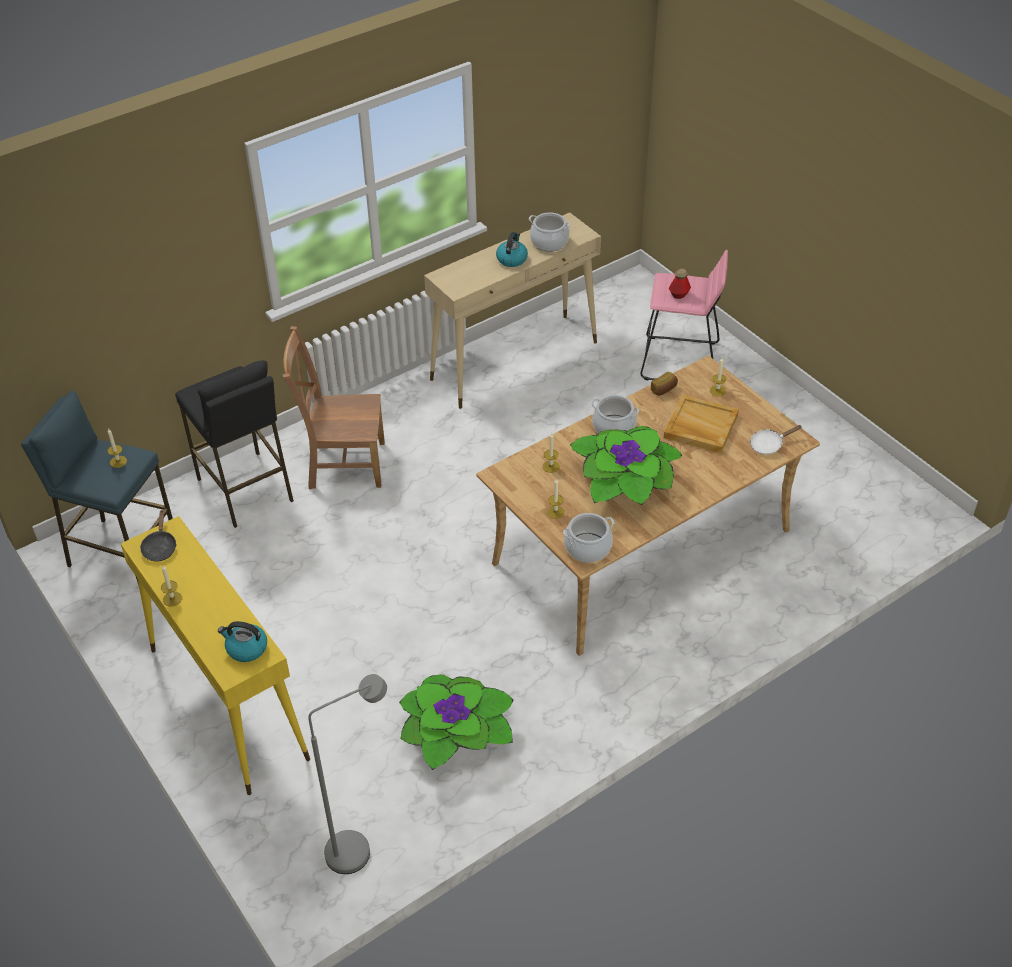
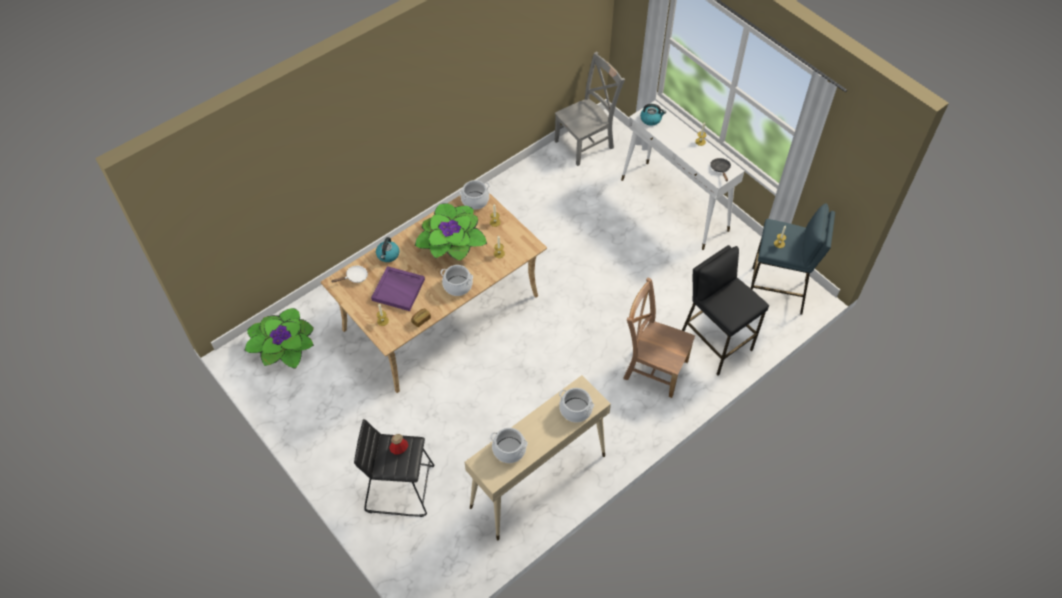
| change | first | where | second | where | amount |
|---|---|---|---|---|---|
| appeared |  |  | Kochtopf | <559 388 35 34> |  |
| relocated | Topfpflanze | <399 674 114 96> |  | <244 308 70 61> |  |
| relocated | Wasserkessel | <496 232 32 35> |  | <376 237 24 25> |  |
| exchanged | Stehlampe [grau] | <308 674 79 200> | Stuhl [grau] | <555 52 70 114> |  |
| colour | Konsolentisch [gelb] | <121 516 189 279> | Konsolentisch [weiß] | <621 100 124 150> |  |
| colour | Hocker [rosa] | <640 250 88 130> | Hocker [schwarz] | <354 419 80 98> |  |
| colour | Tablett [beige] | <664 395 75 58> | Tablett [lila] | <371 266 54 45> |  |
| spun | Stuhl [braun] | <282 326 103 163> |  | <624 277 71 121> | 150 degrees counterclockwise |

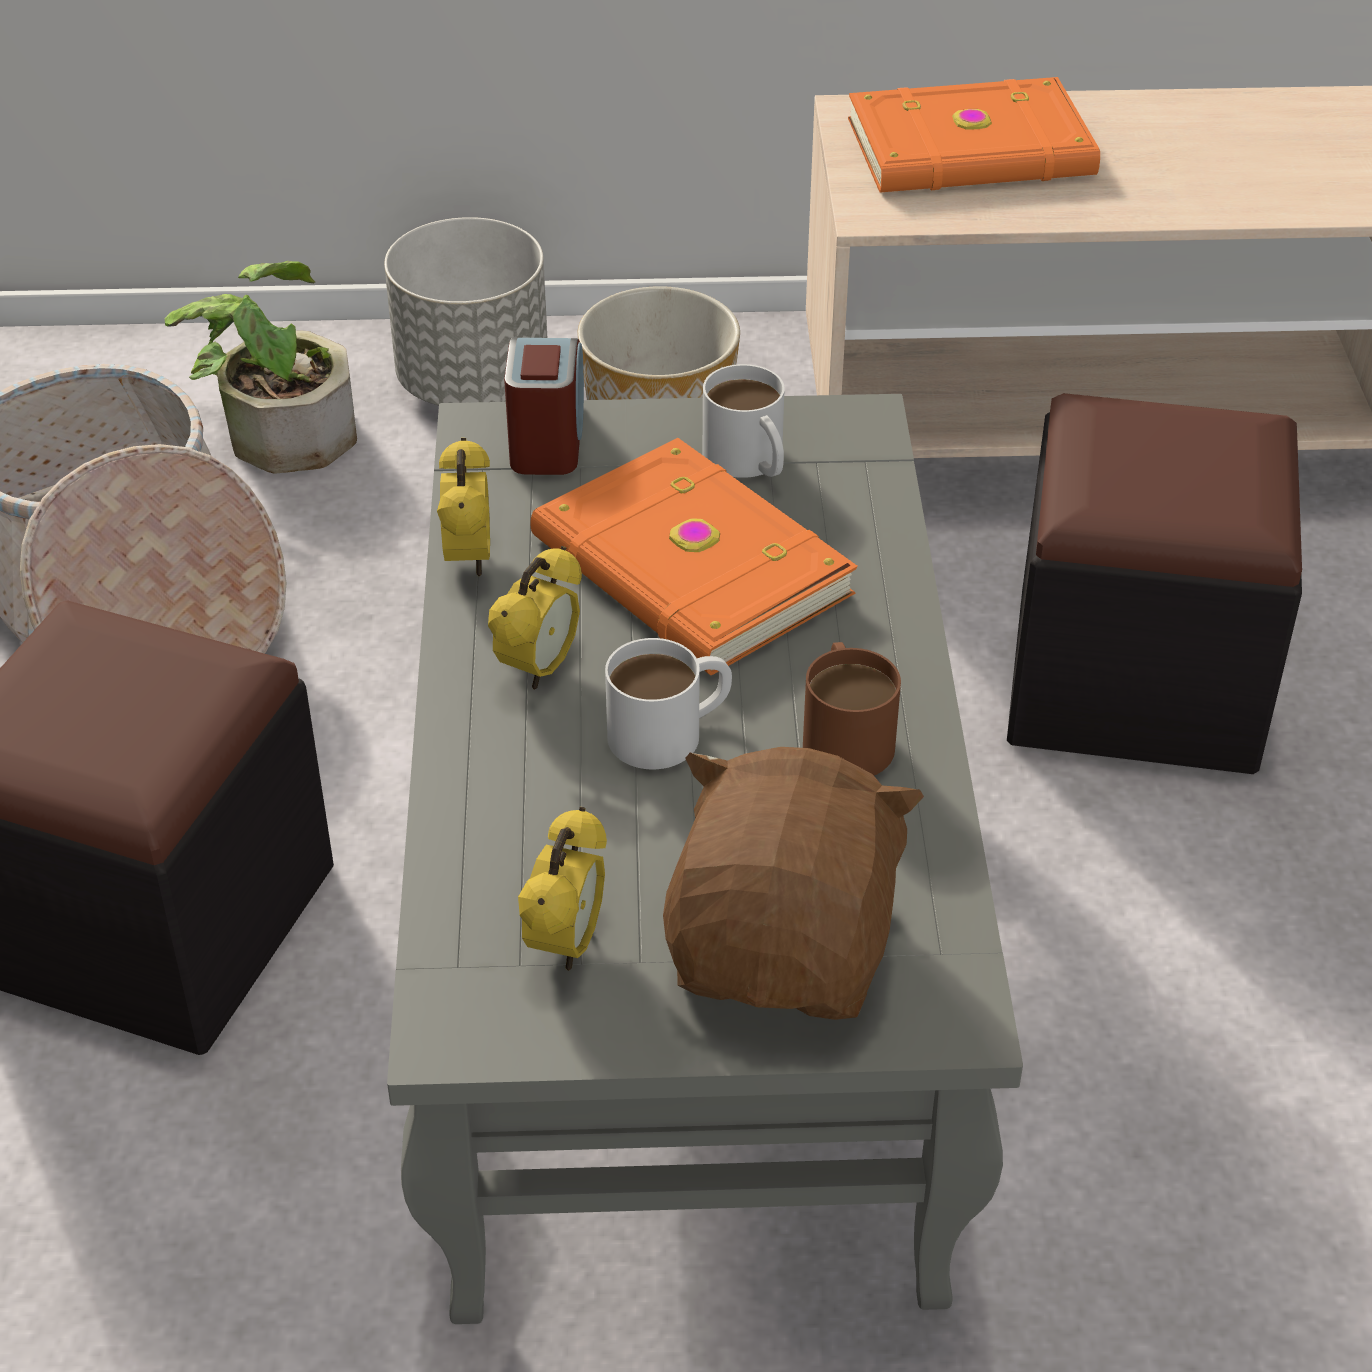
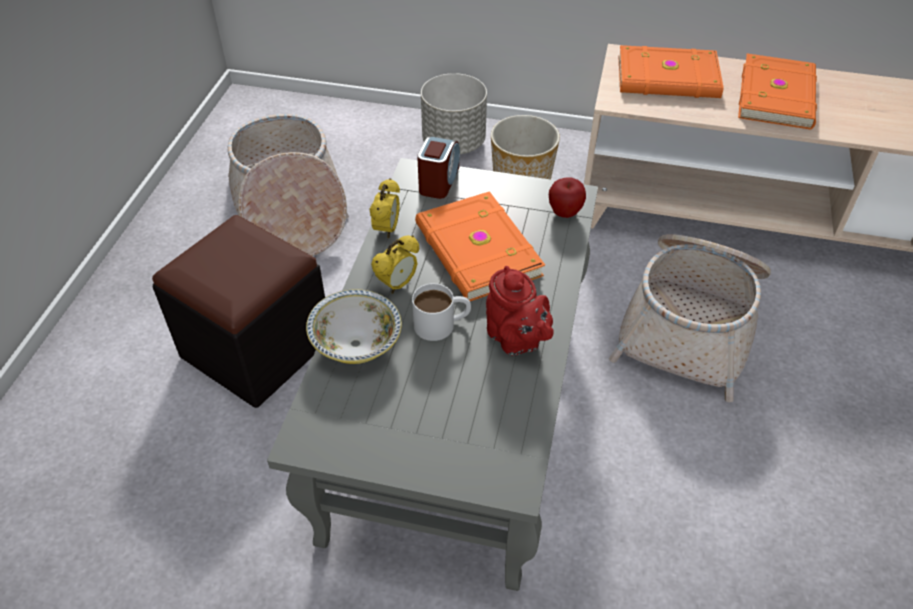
| change | first | where | second | where | amount |
|---|---|---|---|---|---|
| missing | Topfpflanze | <165 261 192 213> |  |  |  |
| missing | Wecker | <518 807 89 164> |  |  |  |
| missing | Plüschtier [braun] | <663 747 261 273> |  |  |  |
| missing | Henkelbecher [weiß] | <703 364 82 114> |  |  |  |
| appeared |  |  | Schüssel | <306 289 96 75> |  |
| appeared |  |  | Apfel | <549 177 37 41> |  |
| appeared |  |  | Buch [orange] | <738 53 79 76> |  |
| exchanged | Henkelbecher [braun] | <803 642 98 133> | Teekanne [rot] | <486 266 67 90> |  |
| exchanged | Polsterhocker [schwarz] | <1007 393 295 381> | Korb | <609 234 162 168> |  |

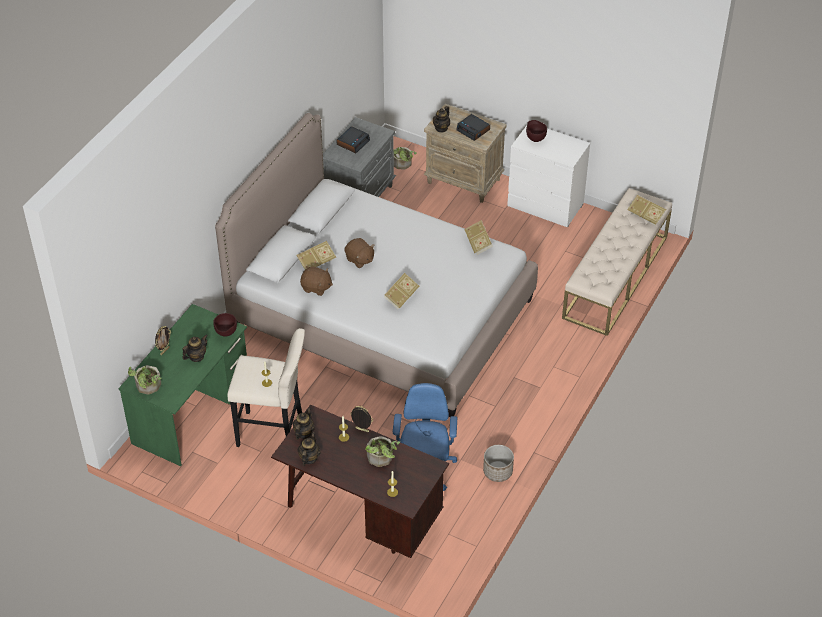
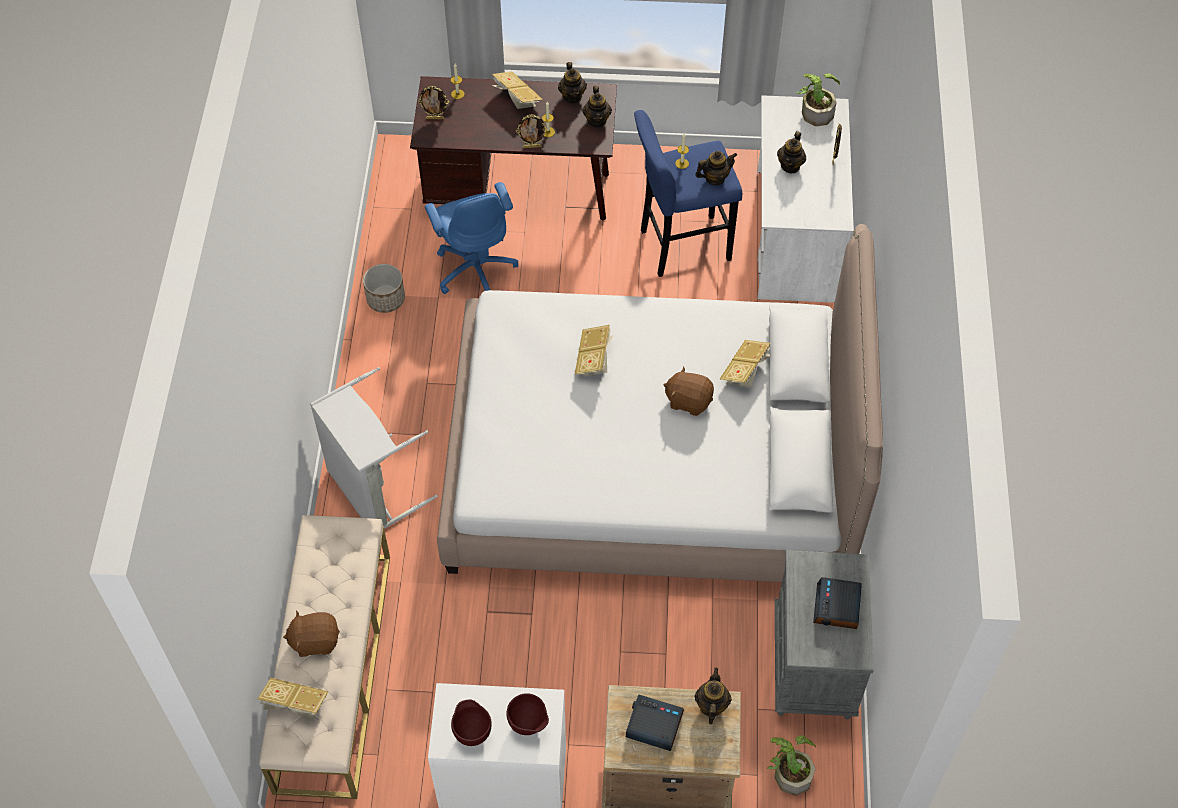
| change | first | where | second | where | amount |
|---|---|---|---|---|---|
| missing | Topfpflanze | <365 436 35 31> |  |  |  |
| appeared |  |  | Wäschekorb [grau] | <310 367 128 162> |  |
| appeared |  |  | Bilderrahmen | <418 86 31 34> |  |
| appeared |  |  | Teekanne | <695 151 42 35> |  |
| relocated | Schüssel [braun] | <213 313 24 24> |  | <451 699 41 47> |  |
| relocated | Plüschtier [braun] | <300 266 33 30> |  | <283 611 57 46> |  |
| relocated | Buch | <464 220 29 35> |  | <492 71 51 38> |  |
| colour | Schreibtisch [grün] | <118 304 129 162> | Schreibtisch [weiß] | <758 95 96 208> |  |
| colour | Hocker [beige] | <227 328 78 119> | Hocker [blau] | <634 110 108 167> |  |

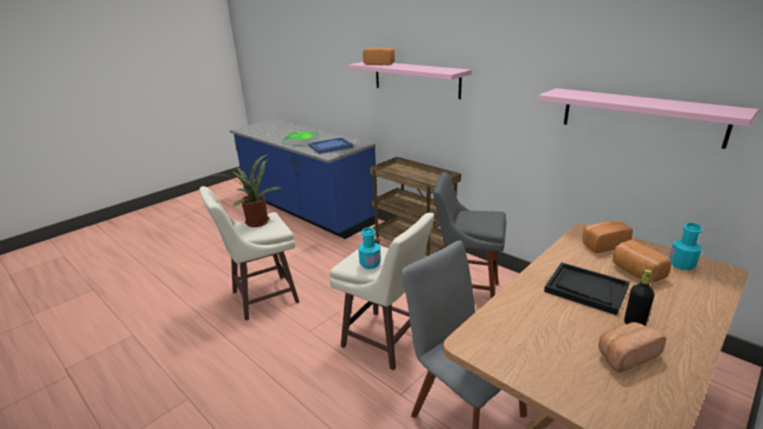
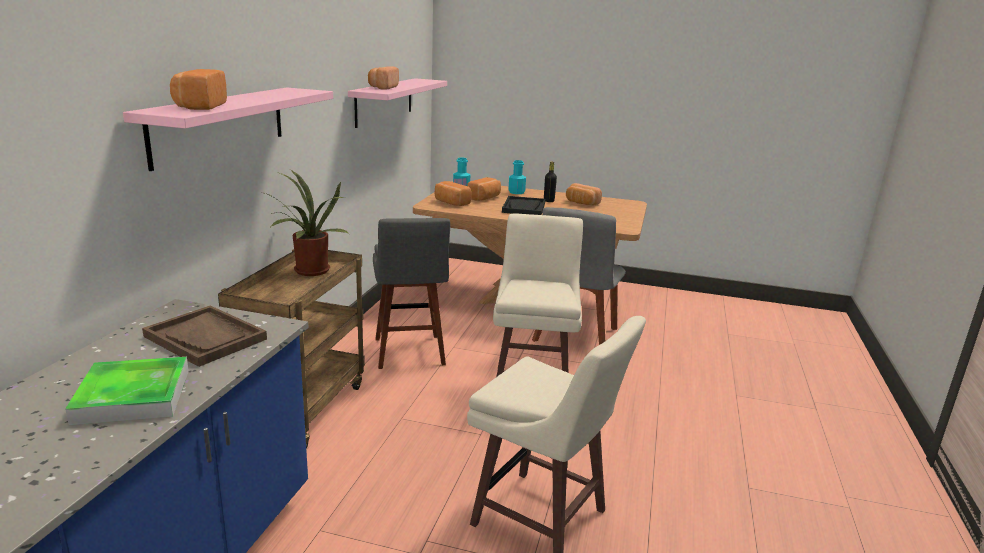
| change | first | where | second | where | amount |
|---|---|---|---|---|---|
| appeared |  |  | Brot | <368 66 31 24> |  |
| relocated | Topfpflanze | <213 154 67 73> |  | <260 170 89 106> |  |
| relocated | Flasche [türkis] | <358 227 23 42> |  | <508 160 18 34> |  |
| colour | Tablett [blau] | <309 137 44 17> | Tablett [braun] | <142 305 125 62> |  |

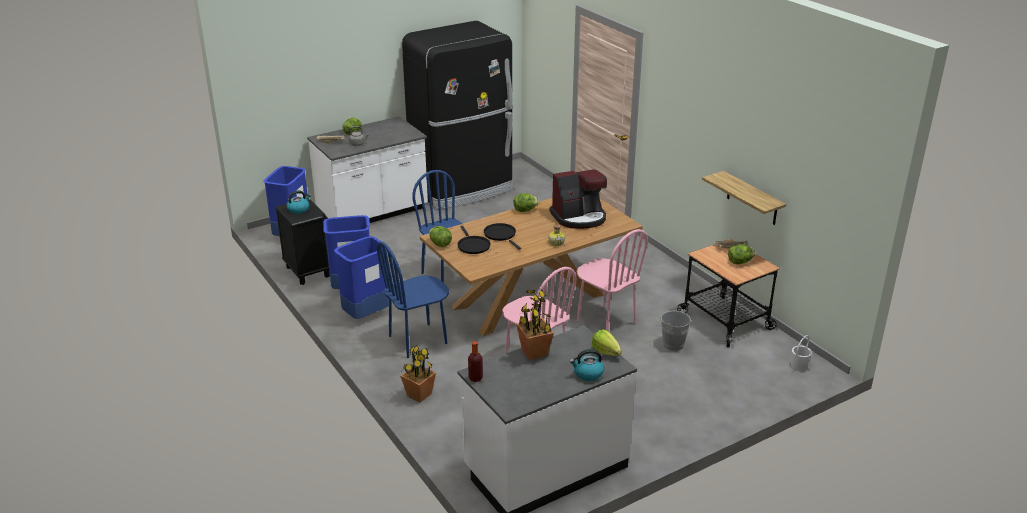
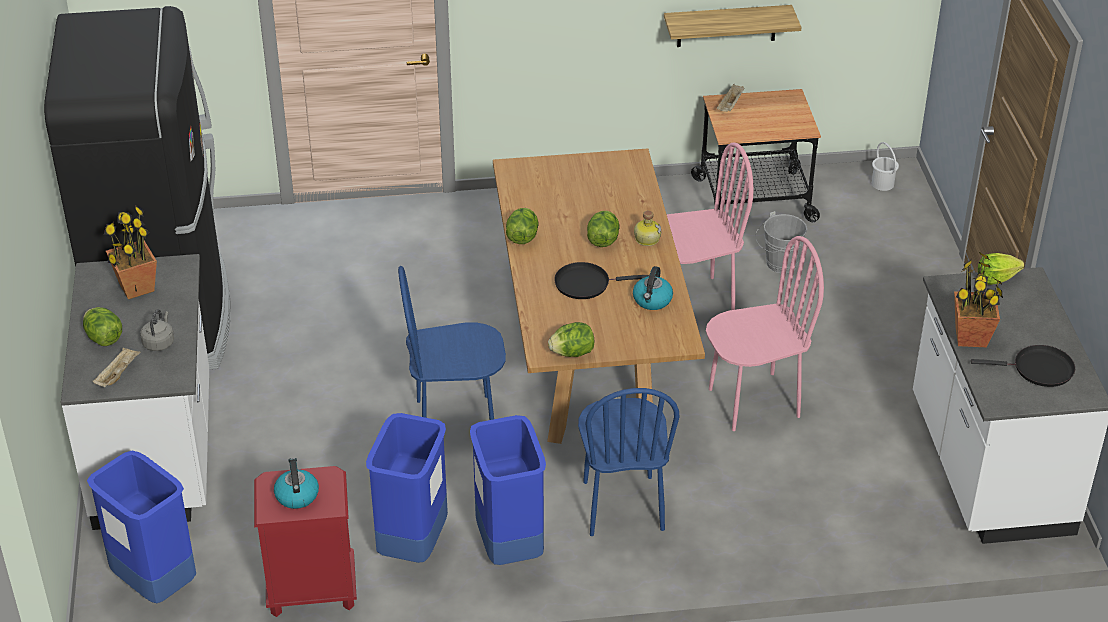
| change | first | where | second | where | amount |
|---|---|---|---|---|---|
| missing | Flasche | <468 341 15 41> |  |  |  |
| missing | Kaffeemaschine | <549 169 58 60> |  |  |  |
| relocated | Topfpflanze | <400 345 36 57> |  | <104 206 53 93> |  |
| relocated | Pfanne [schwarz] | <457 226 34 28> |  | <971 345 104 42> |  |
| relocated | Wasserkessel | <570 349 34 32> |  | <633 266 40 44> |  |
| relocated | Salatkopf | <728 244 27 20> |  | <587 211 33 36> |  |
| colour | Nachttisch [schwarz] | <275 199 55 86> | Nachttisch [rot] | <254 466 103 151> |  |

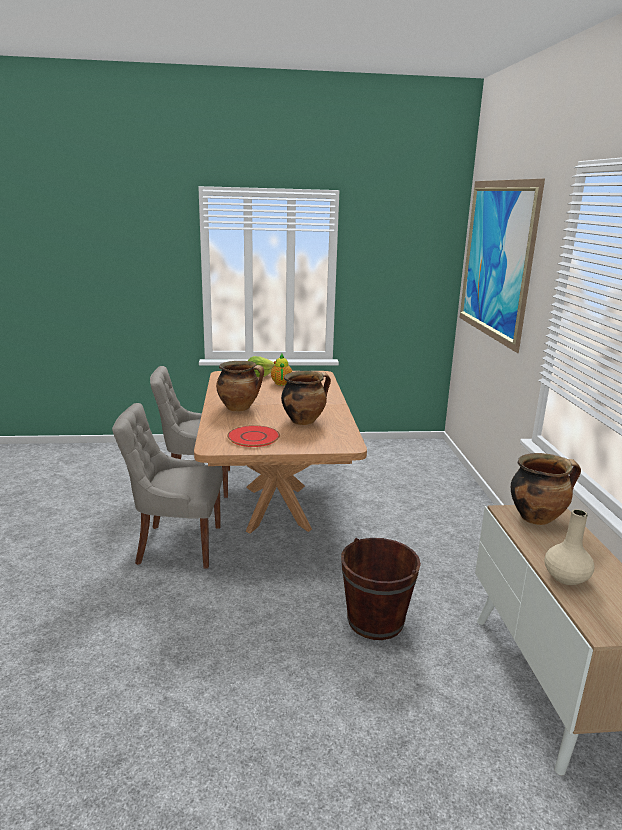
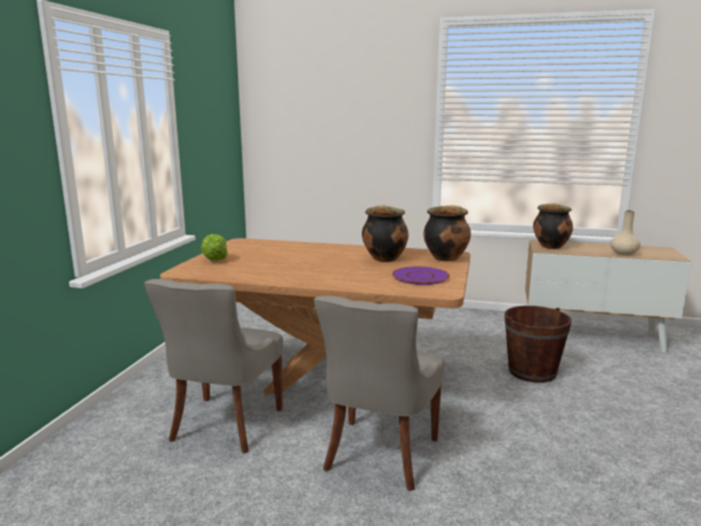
| change | first | where | second | where | amount |
|---|---|---|---|---|---|
| missing | Teekanne | <271 354 21 32> |  |  |  |
| missing | Bild | <460 178 85 175> |  |  |  |
| relocated | Kochtopf | <216 361 48 51> |  | <423 205 48 56> |  |
| colour | Teller [rot] | <227 425 53 22> | Teller [lila] | <392 266 58 19> |  |

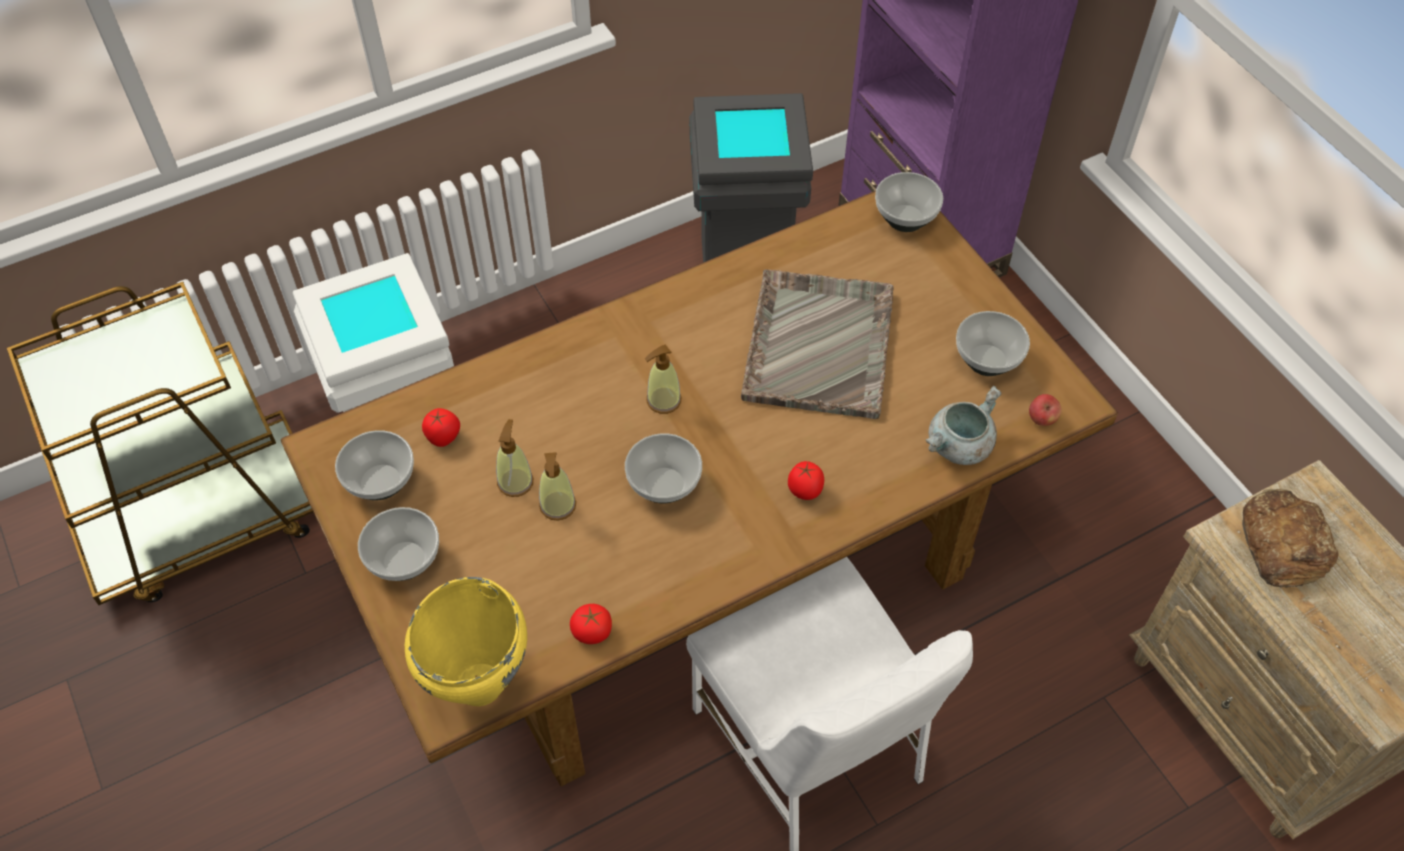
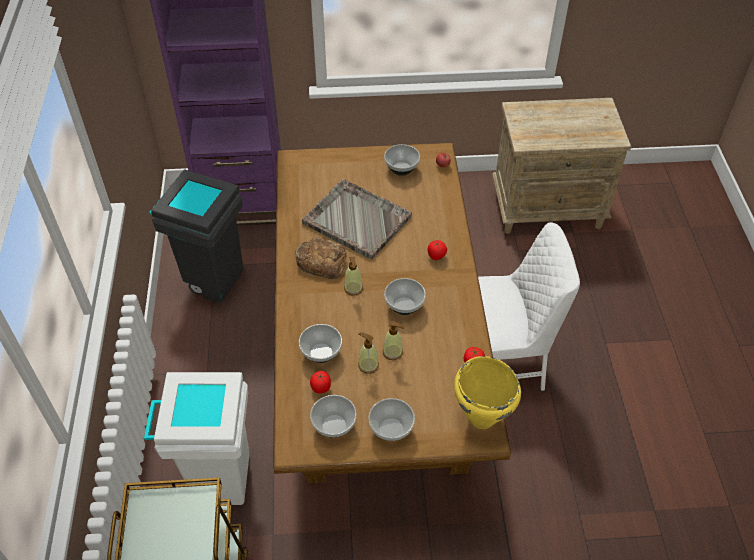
| change | first | where | second | where | amount |
|---|---|---|---|---|---|
| missing | Kochtopf [grau] | <925 386 76 79> |  |  |  |
| relocated | Schüssel | <875 172 68 60> |  | <299 324 43 39> |  |
| relocated | Brot | <1242 489 97 99> |  | <295 237 52 42> |  |

